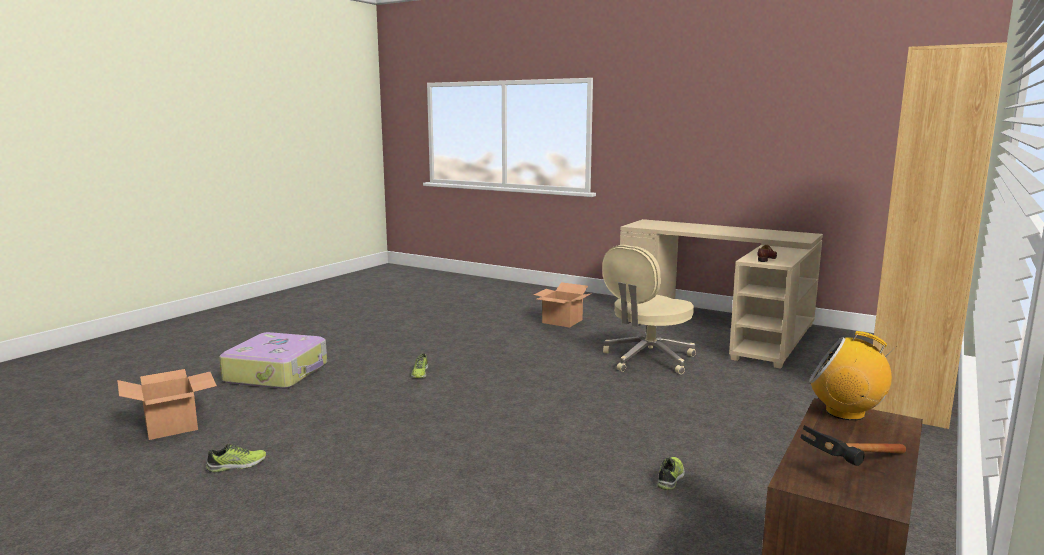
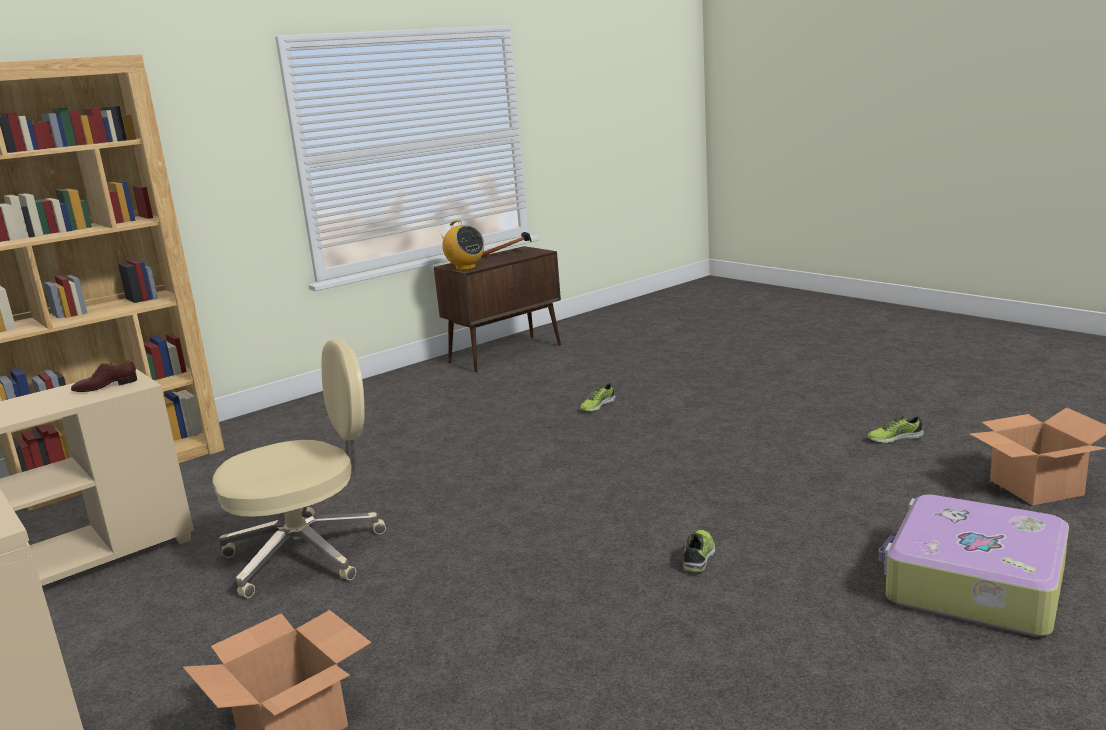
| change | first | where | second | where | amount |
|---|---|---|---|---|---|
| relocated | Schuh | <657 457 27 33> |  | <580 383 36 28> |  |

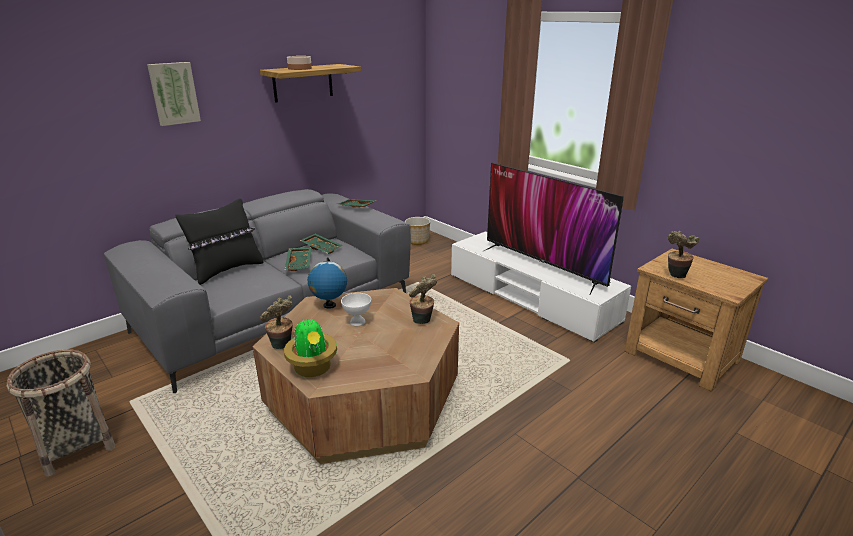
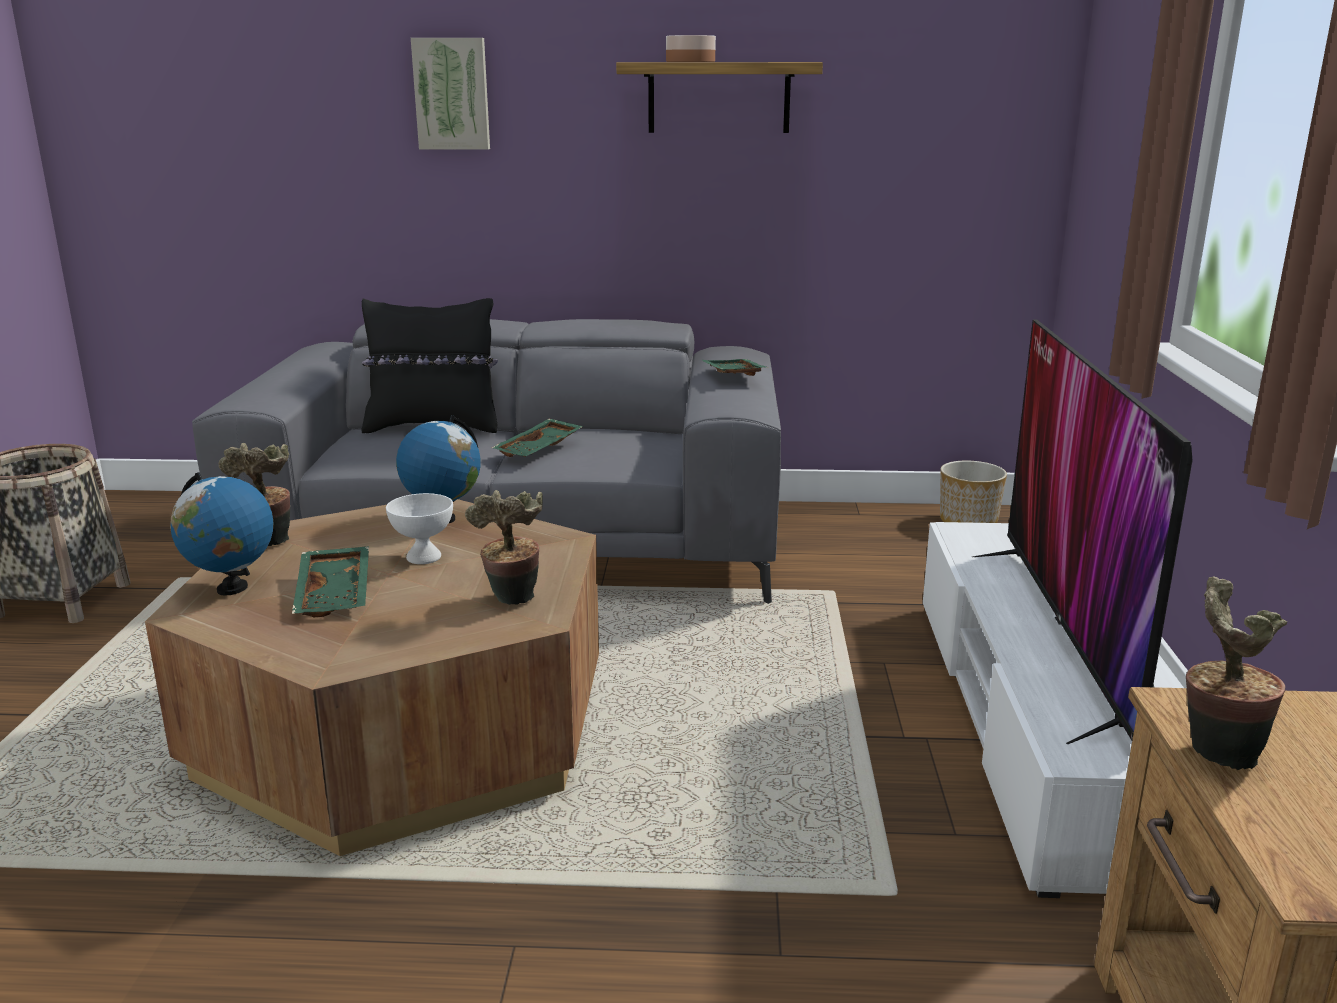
| change | first | where | second | where | amount |
|---|---|---|---|---|---|
| relocated | Tablett [grün] | <300 234 43 20> |  | <292 546 77 71> |  |
| exchanged | Topfpflanze | <284 315 53 62> | Globus | <170 472 104 124> |  |

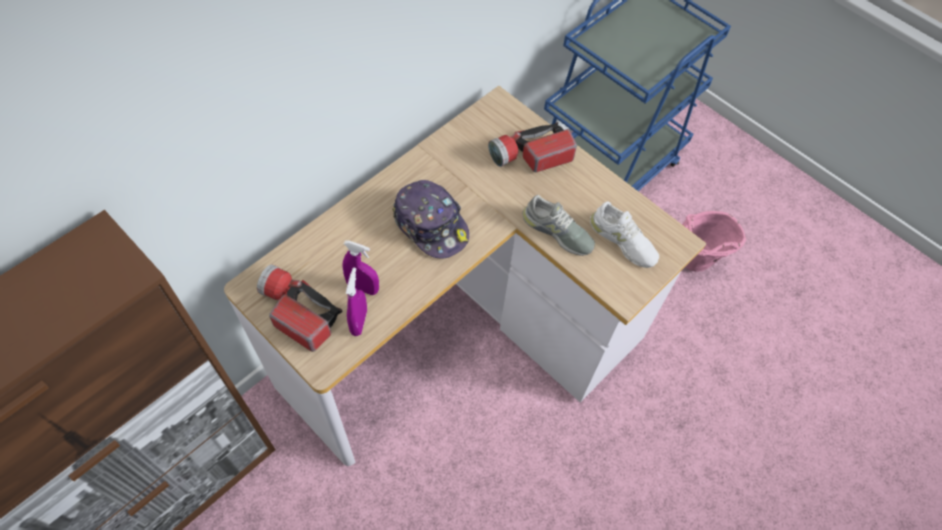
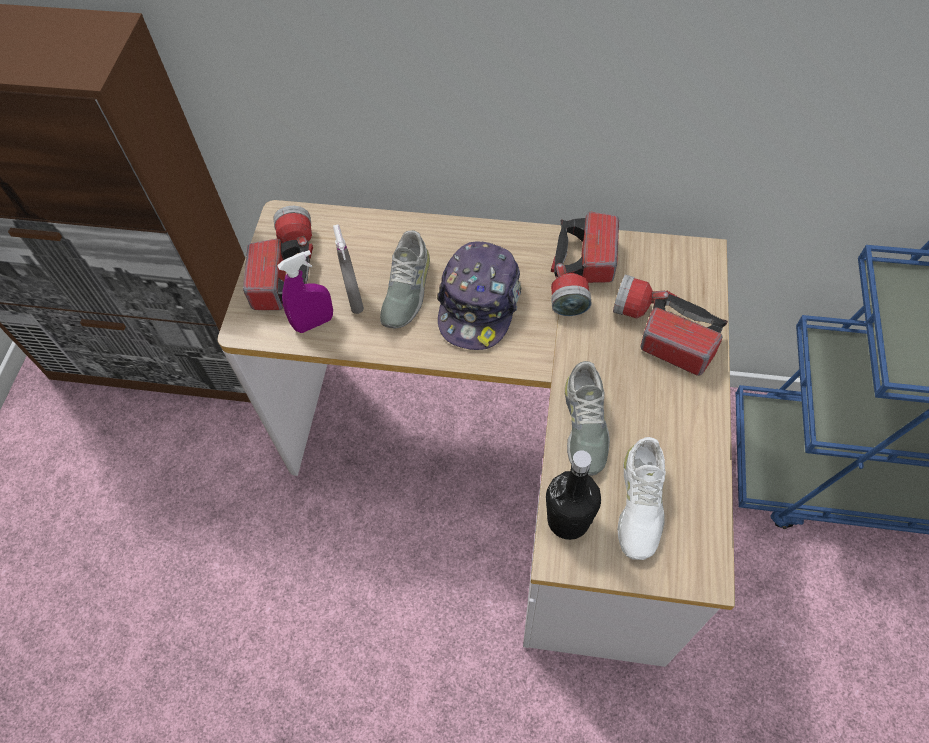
| change | first | where | second | where | amount |
|---|---|---|---|---|---|
| missing | Eimer [rosa] | <682 211 65 61> |  |  |  |
| appeared |  |  | Schuh [grau] | <380 230 50 99> |  |
| appeared |  |  | Flasche [schwarz] | <546 450 55 90> |  |
| appeared |  |  | Taschenlampe | <551 212 68 104> |  |
| colour | Sprühflasche [lila] | <343 240 36 55> | Sprühflasche [grau] | <333 224 31 90> |  |

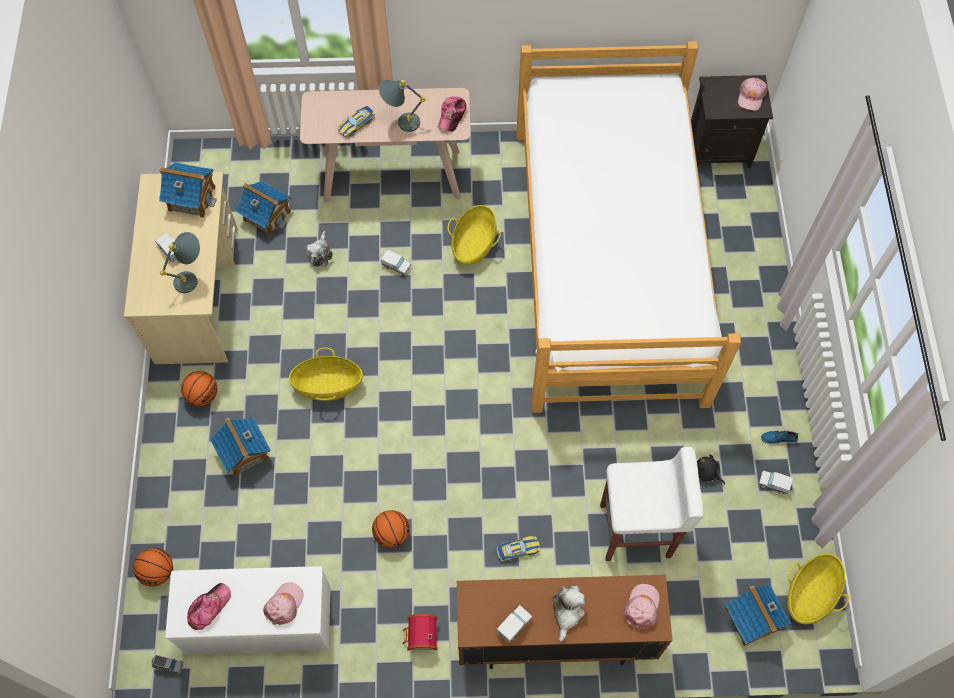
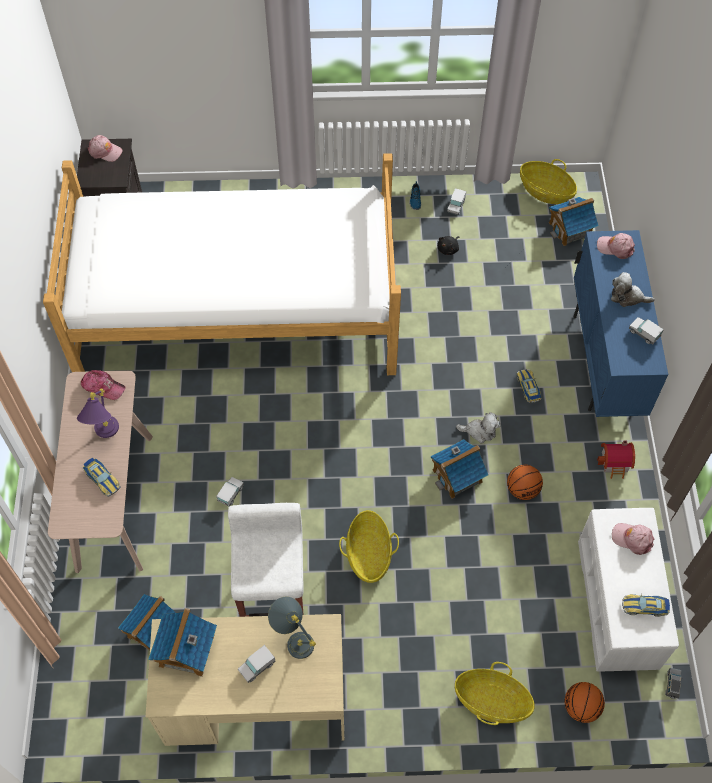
| change | first | where | second | where | amount |
|---|---|---|---|---|---|
| missing | Basketball | <181 371 36 35> |  |  |  |
| relocated | Spielzeughaus | <210 417 61 60> |  | <431 439 58 60> |  |
| relocated | Plüschtier | <306 231 26 36> |  | <456 412 45 31> |  |
| relocated | Korb | <447 205 54 60> |  | <455 662 80 63> |  |
| relocated | Hocker [weiß] | <600 447 104 114> |  | <228 503 76 114> |  |
| exchanged | Kappe | <187 583 44 47> | Spielzeugauto | <622 594 48 23> |  |
| colour | Tischlampe [grau] | <379 80 46 52> | Tischlampe [lila] | <77 389 42 49> |  |
| colour | Schrank [braun] | <457 575 216 94> | Schrank [blau] | <573 230 95 187> |  |

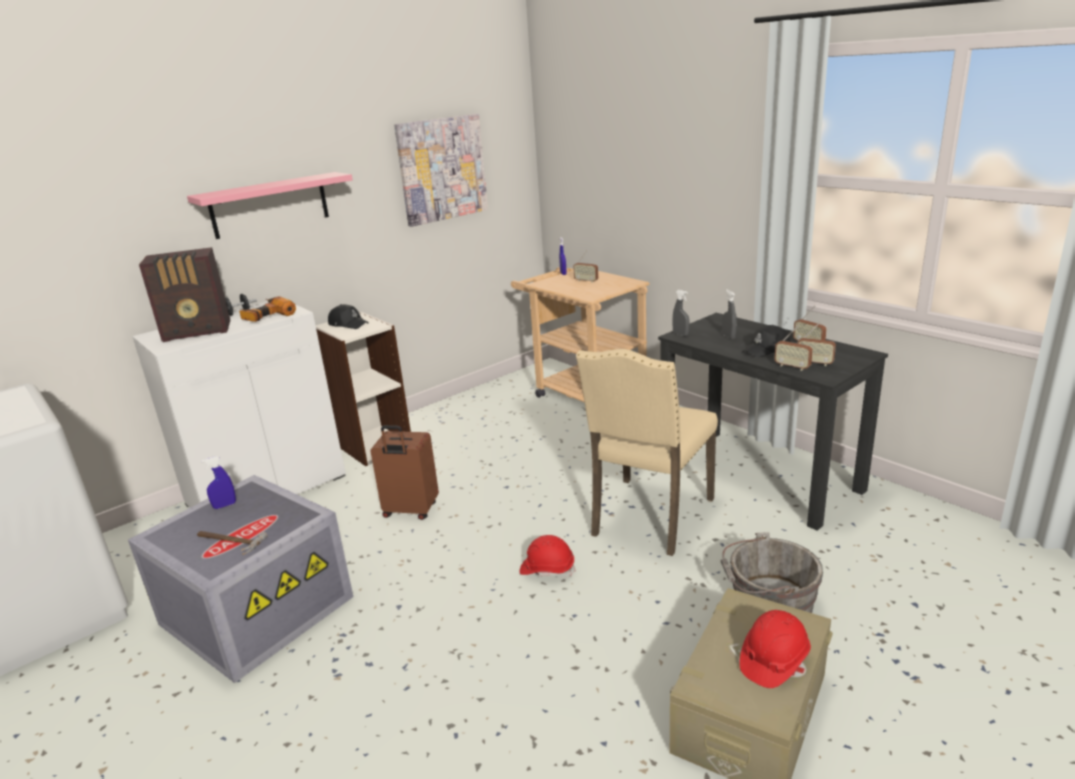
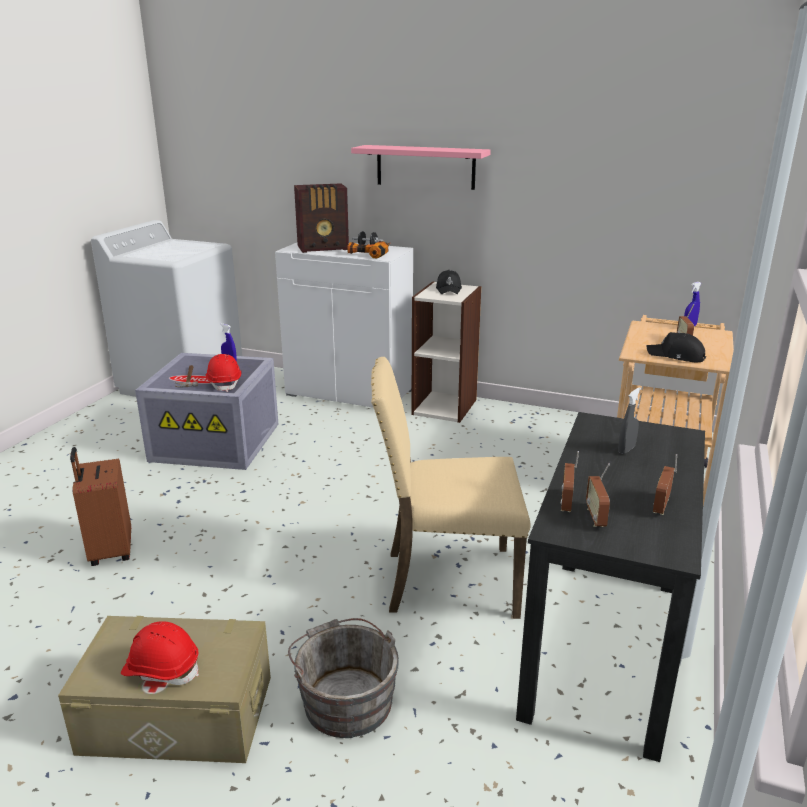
| change | first | where | second | where | amount |
|---|---|---|---|---|---|
| missing | Bild | <394 114 94 113> |  |  |  |
| missing | Sprühflasche [grau] | <672 290 18 46> |  |  |  |
| relocated | Koffer [braun] | <371 425 68 95> |  | <70 447 61 119> |  |
| relocated | Schutzhelm [rot] | <519 535 57 42> |  | <206 354 36 38> |  |
| relocated | Kappe [schwarz] | <743 325 47 32> |  | <646 332 60 30> |  |
| spun | Radio | <139 247 91 95> |  | <294 183 55 70> | 60 degrees counterclockwise |

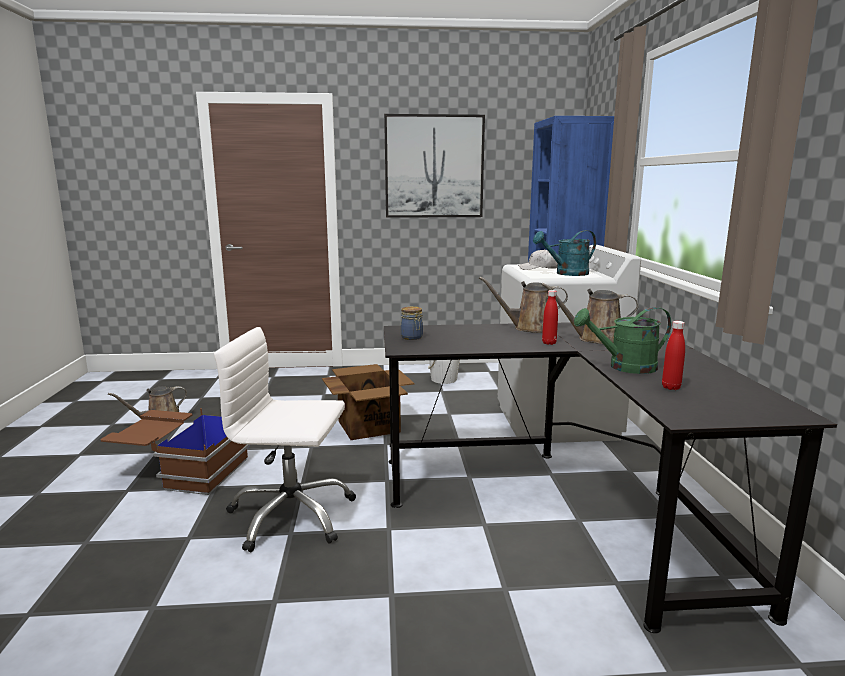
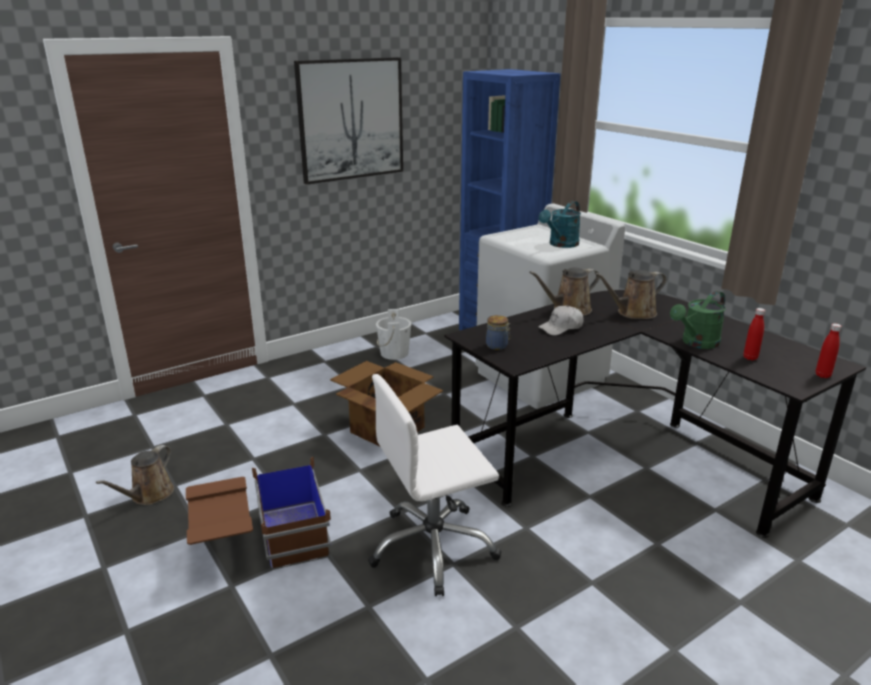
| change | first | where | second | where | amount |
|---|---|---|---|---|---|
| relocated | Kappe [weiß] | <518 249 40 21> |  | <538 305 46 31> |  |
| relocated | Flasche [rot] | <542 290 16 55> |  | <816 323 26 55> |  |

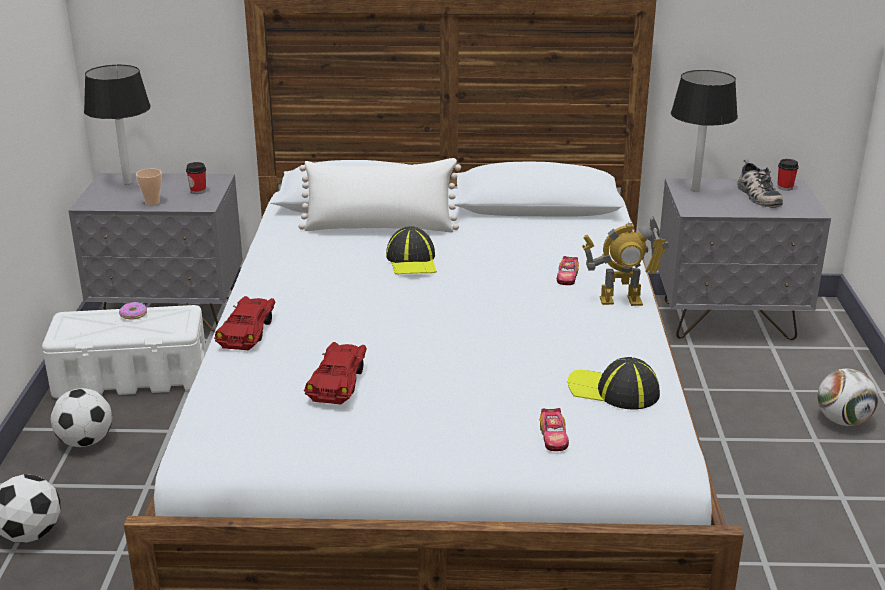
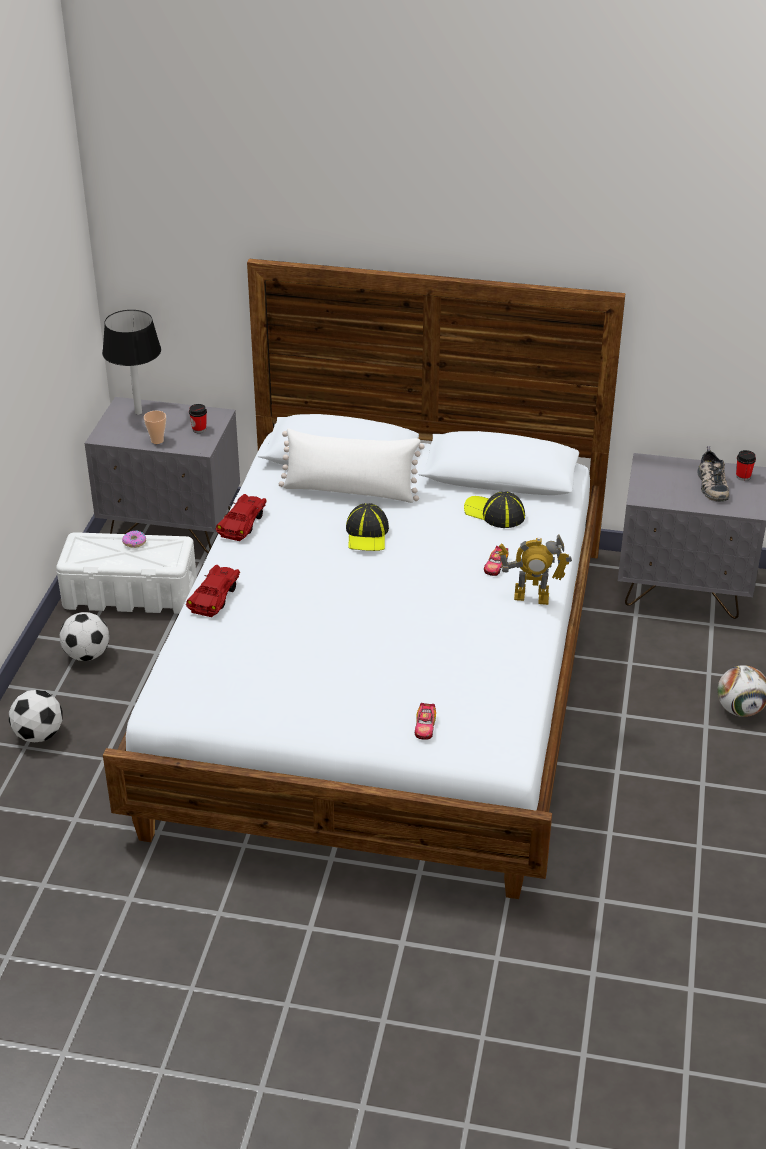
| change | first | where | second | where | amount |
|---|---|---|---|---|---|
| missing | Tischlampe [schwarz] | <671 70 67 122> |  |  |  |
| relocated | Spielzeugauto [rot] | <304 342 63 63> |  | <216 494 51 47> |  |
| relocated | Kappe | <568 357 92 53> |  | <464 491 61 37> |  |

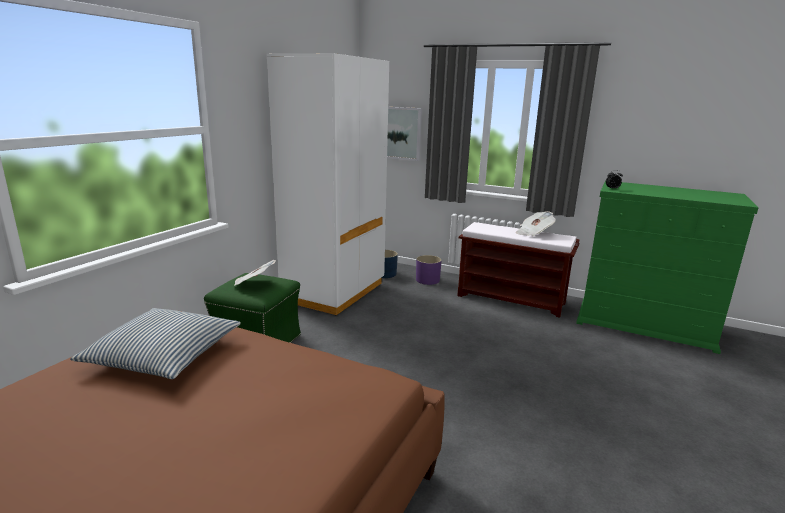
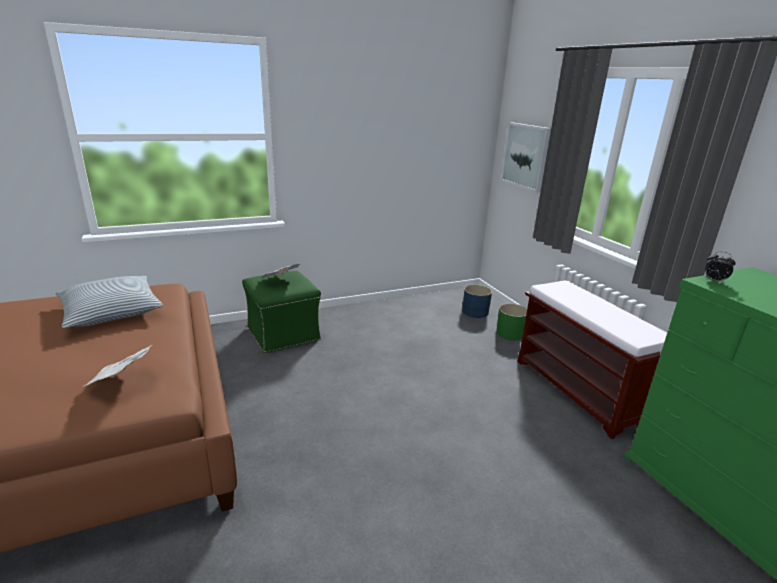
| change | first | where | second | where | amount |
|---|---|---|---|---|---|
| missing | Kleiderschrank [weiß] | <267 53 122 263> |  |  |  |
| relocated | Zeitung | <516 211 40 25> |  | <84 345 68 41> |  |
| colour | Pflanzkübel [lila] | <416 255 26 30> | Pflanzkübel [grün] | <496 304 31 36> |  |

